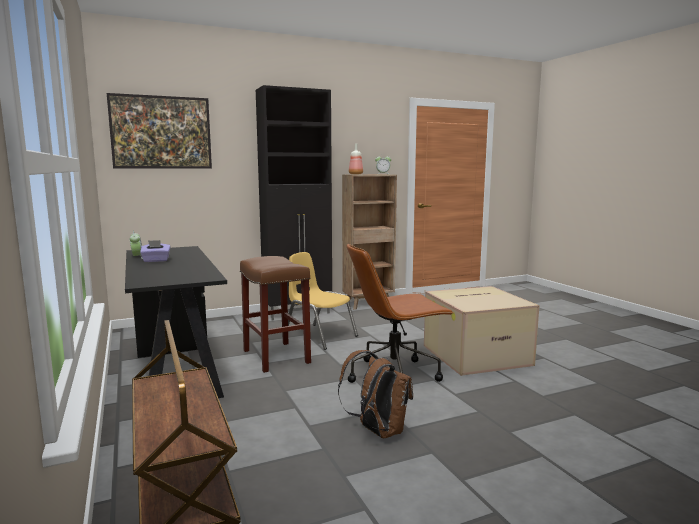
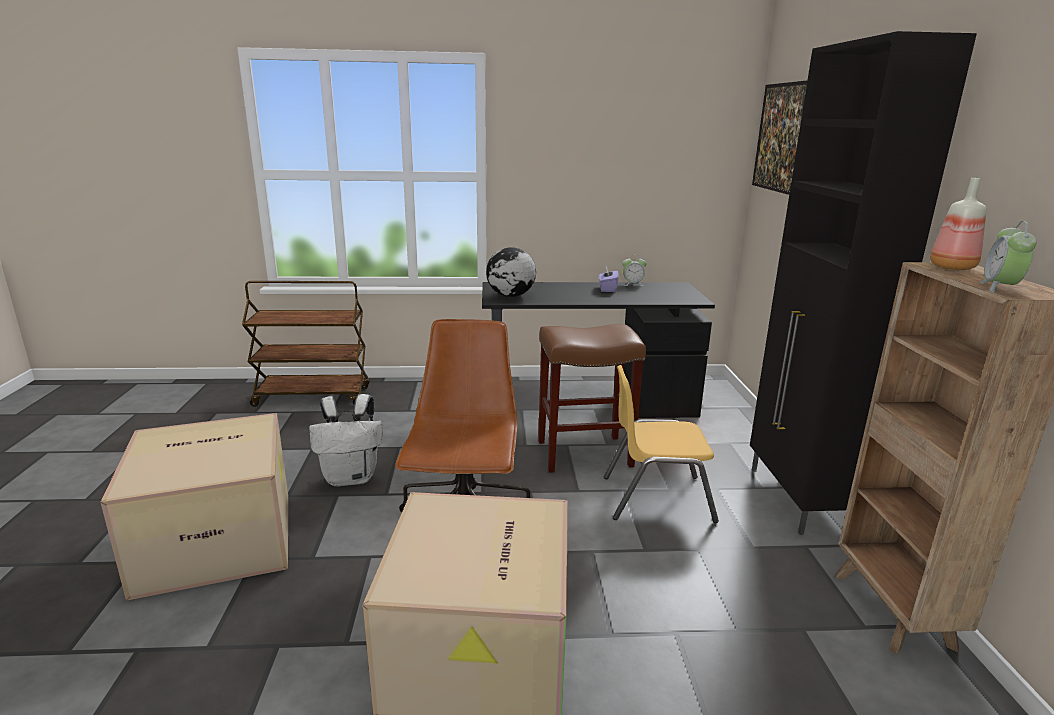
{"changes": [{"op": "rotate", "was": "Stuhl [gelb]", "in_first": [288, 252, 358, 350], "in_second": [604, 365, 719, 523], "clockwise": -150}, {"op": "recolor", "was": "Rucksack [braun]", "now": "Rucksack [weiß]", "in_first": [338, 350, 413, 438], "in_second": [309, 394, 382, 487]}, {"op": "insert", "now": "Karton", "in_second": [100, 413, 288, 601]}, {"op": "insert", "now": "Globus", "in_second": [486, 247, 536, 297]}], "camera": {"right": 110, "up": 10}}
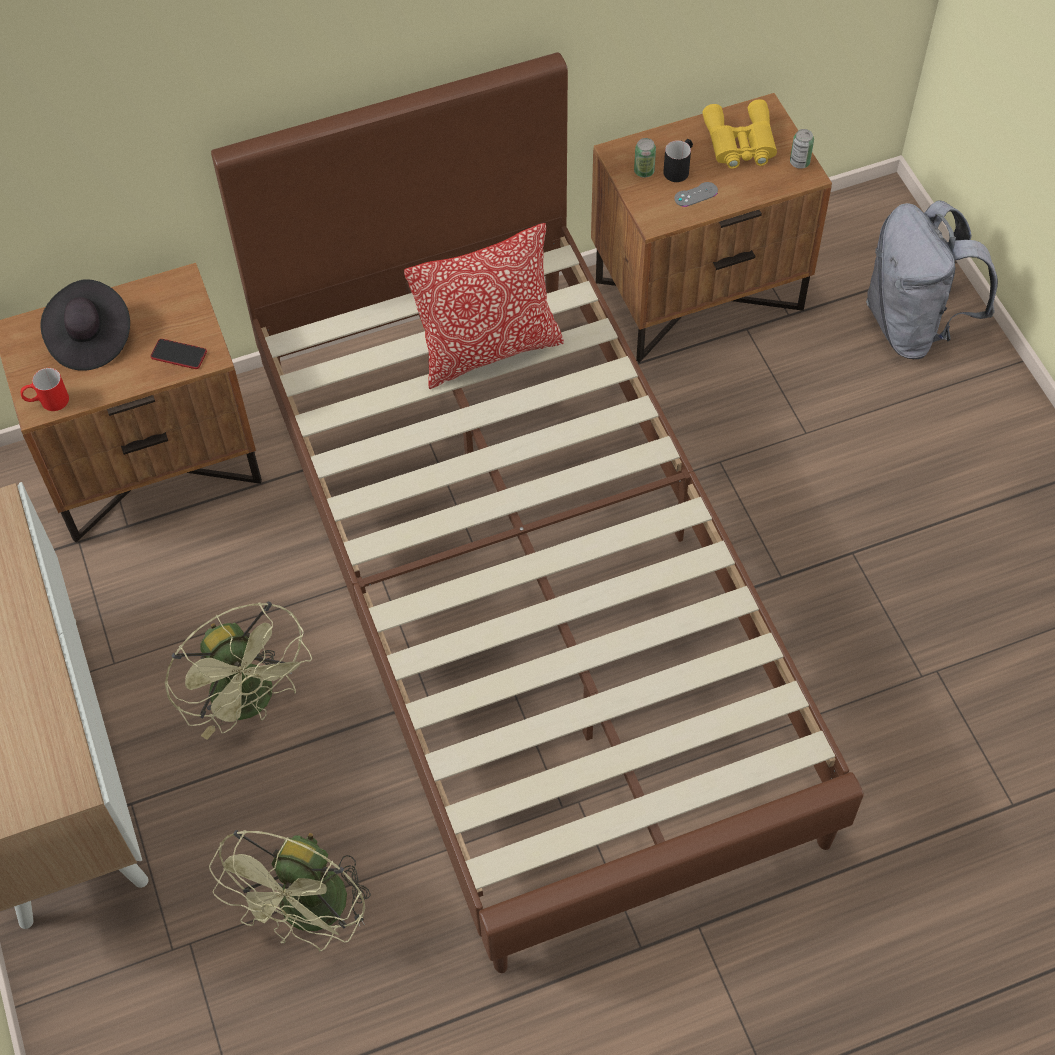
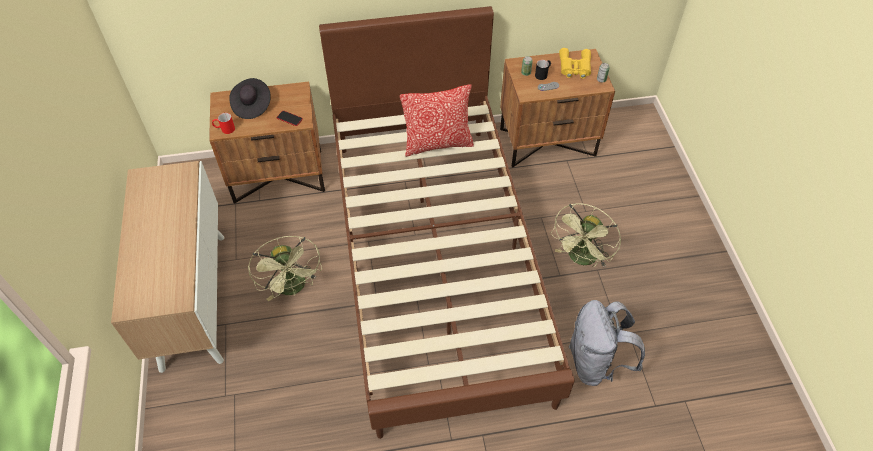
{"changes": [{"op": "move", "was": "Ventilator [grün]", "in_first": [209, 830, 371, 951], "in_second": [551, 203, 621, 268]}, {"op": "move", "was": "Rucksack [grau]", "in_first": [866, 201, 998, 359], "in_second": [569, 300, 645, 386]}], "camera": {"right": 10, "up": -5}}
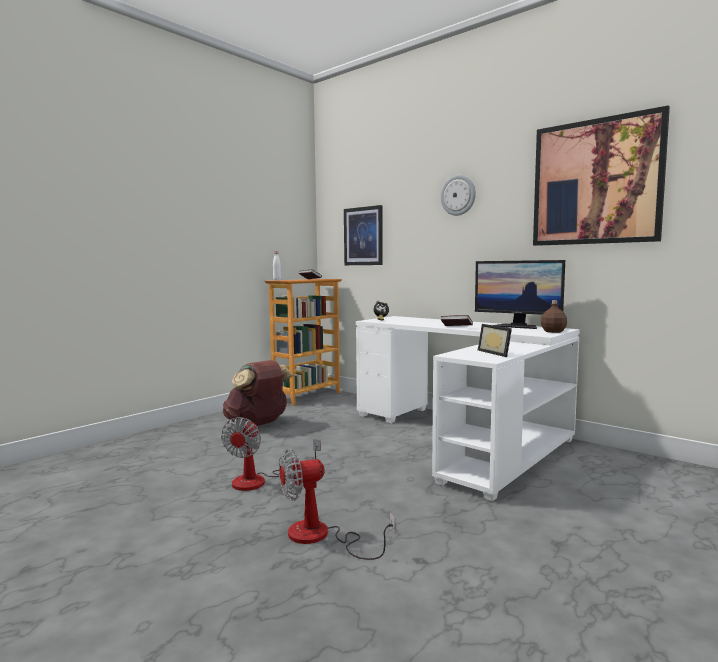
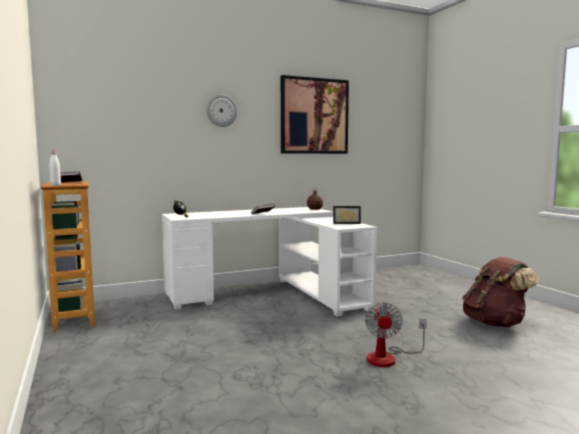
{"changes": [{"op": "delete", "was": "Ventilator", "in_first": [221, 417, 321, 491]}, {"op": "move", "was": "Rucksack [braun]", "in_first": [223, 360, 293, 426], "in_second": [462, 257, 539, 327]}, {"op": "delete", "was": "Bild", "in_first": [344, 205, 383, 265]}, {"op": "delete", "was": "Monitor", "in_first": [475, 260, 565, 329]}], "camera": {"right": -65, "up": 0}}
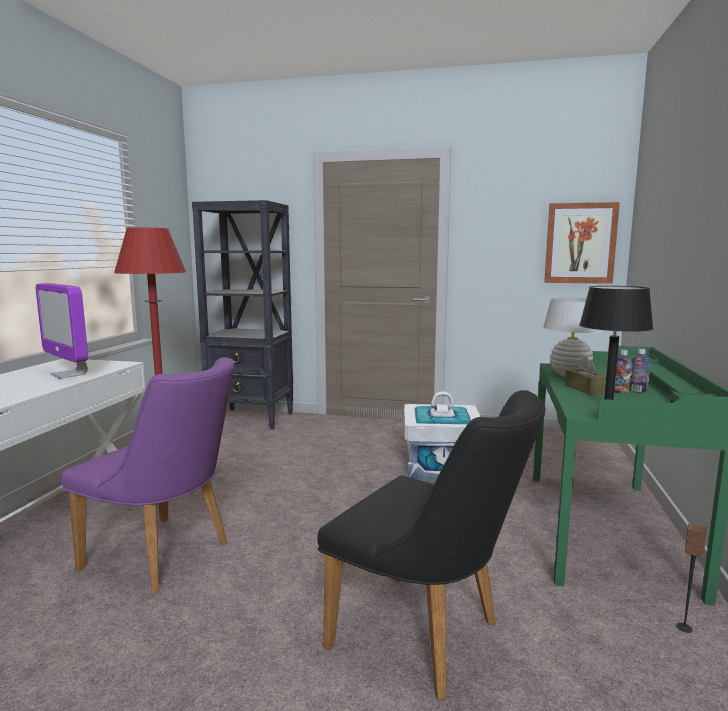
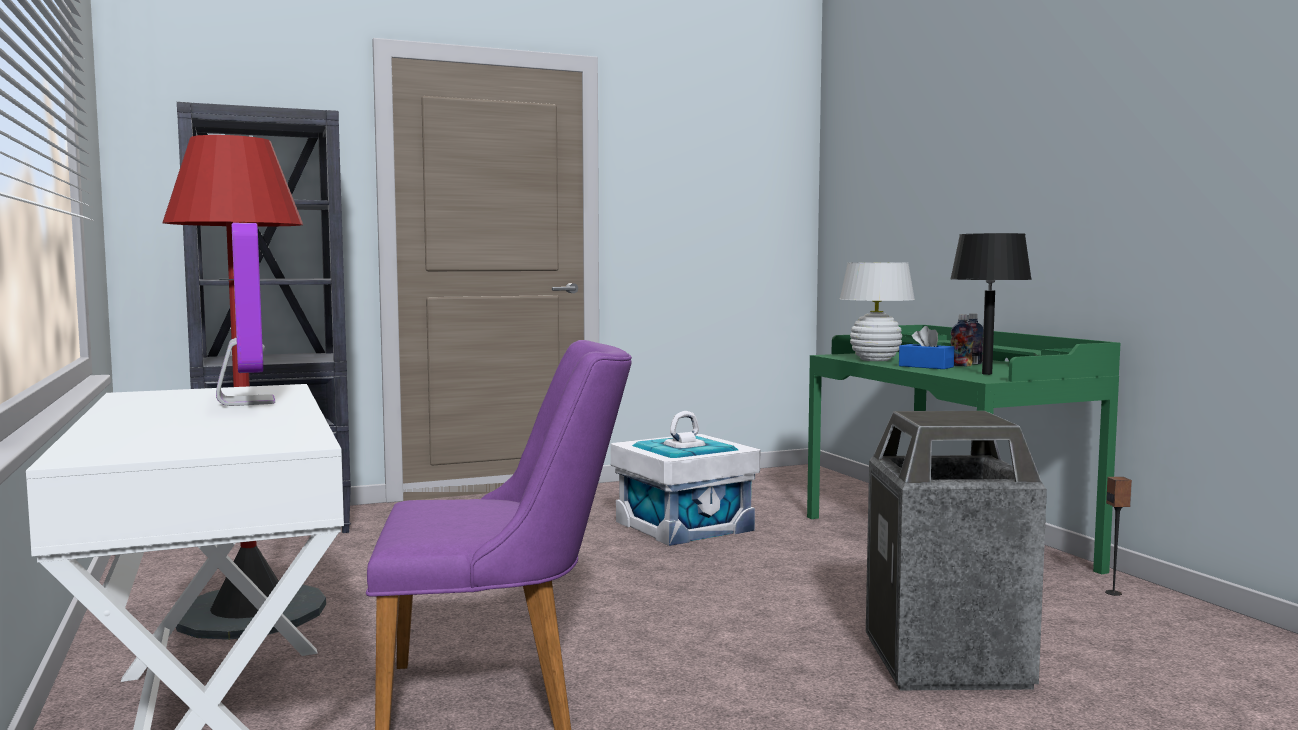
{"changes": [{"op": "rotate", "was": "Monitor", "in_first": [36, 283, 88, 378], "in_second": [216, 223, 275, 406], "clockwise": -120}, {"op": "replace", "was": "Stuhl [schwarz]", "now": "Mülleimer", "in_first": [318, 390, 545, 700], "in_second": [866, 411, 1047, 690]}, {"op": "delete", "was": "Bild", "in_first": [544, 202, 620, 284]}, {"op": "recolor", "was": "Taschentuchbox [braun]", "now": "Taschentuchbox [blau]", "in_first": [565, 357, 606, 395], "in_second": [899, 326, 954, 369]}], "camera": {"right": -35, "up": -5}}
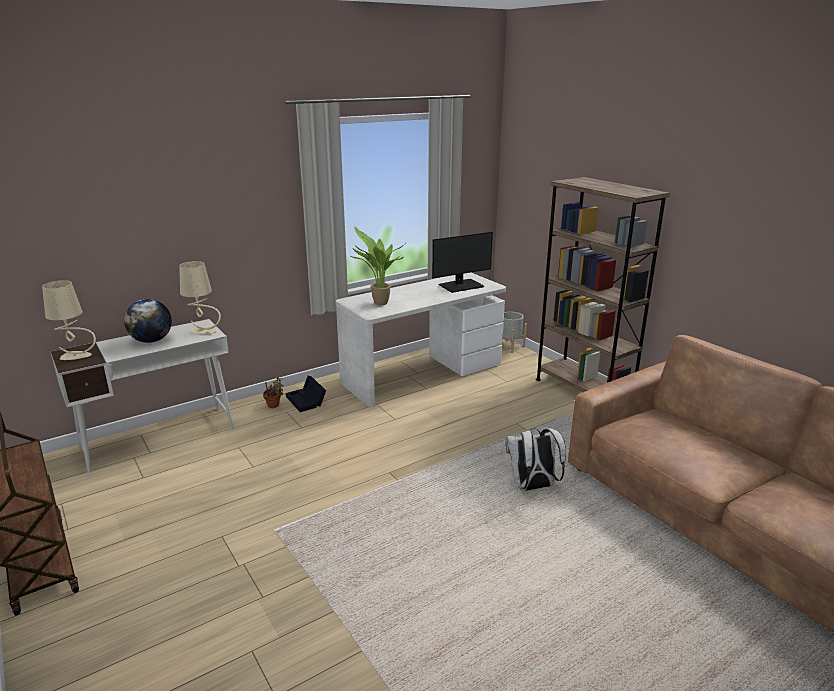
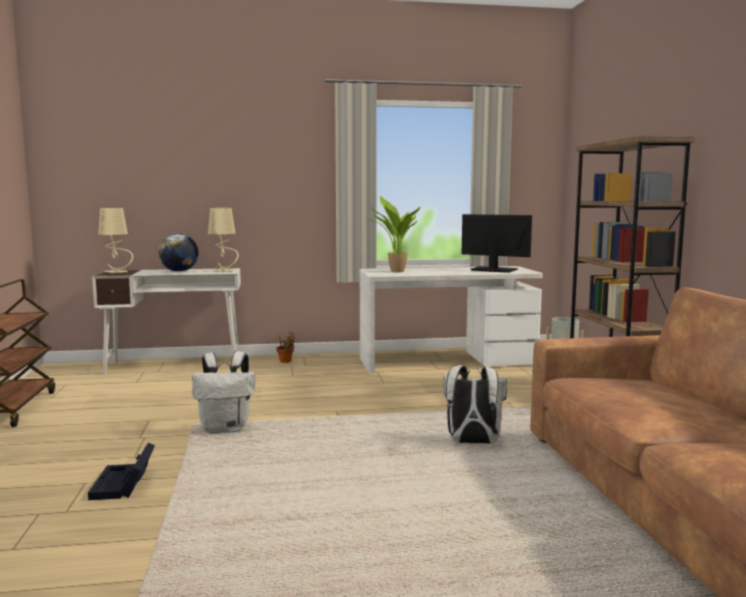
{"changes": [{"op": "move", "was": "Aufbewahrungsbox [schwarz]", "in_first": [286, 376, 326, 412], "in_second": [88, 443, 155, 500]}, {"op": "rotate", "was": "Monitor", "in_first": [432, 232, 493, 293], "in_second": [462, 214, 532, 273], "clockwise": -150}, {"op": "insert", "now": "Rucksack [weiß]", "in_second": [192, 351, 255, 433]}], "camera": {"right": 25, "up": -15}}
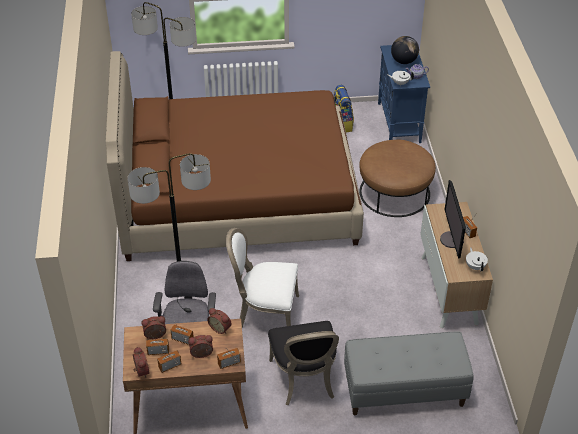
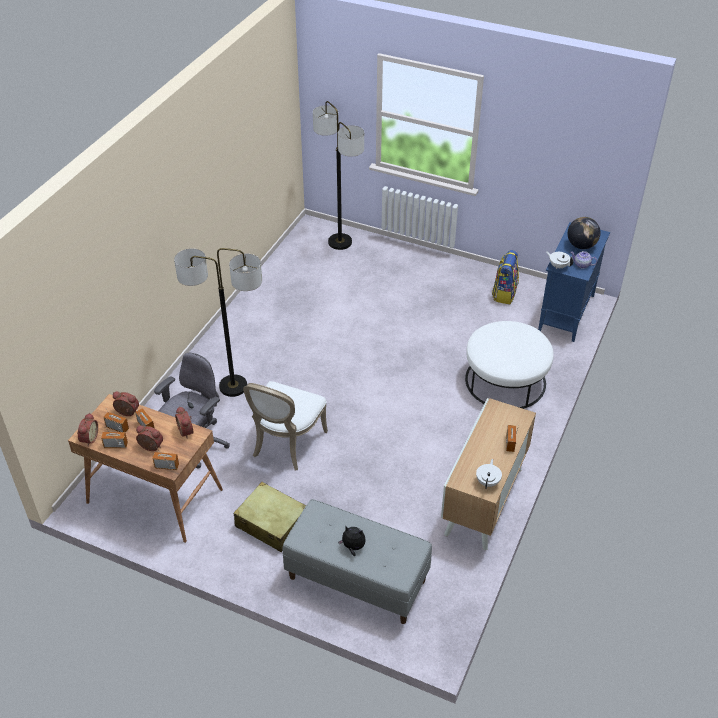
{"changes": [{"op": "delete", "was": "Bett [braun]", "in_first": [105, 51, 364, 261]}, {"op": "rotate", "was": "Stuhl [weiß]", "in_first": [226, 228, 299, 328], "in_second": [243, 381, 328, 470], "clockwise": -105}, {"op": "replace", "was": "Stuhl [schwarz]", "now": "Koffer [beige]", "in_first": [268, 321, 339, 405], "in_second": [234, 482, 306, 552]}, {"op": "recolor", "was": "Polsterhocker [braun]", "now": "Polsterhocker [weiß]", "in_first": [359, 140, 436, 217], "in_second": [465, 321, 554, 409]}, {"op": "delete", "was": "Monitor", "in_first": [440, 180, 466, 259]}, {"op": "insert", "now": "Plüschtier", "in_second": [338, 525, 366, 556]}], "camera": {"right": 30, "up": 0}}
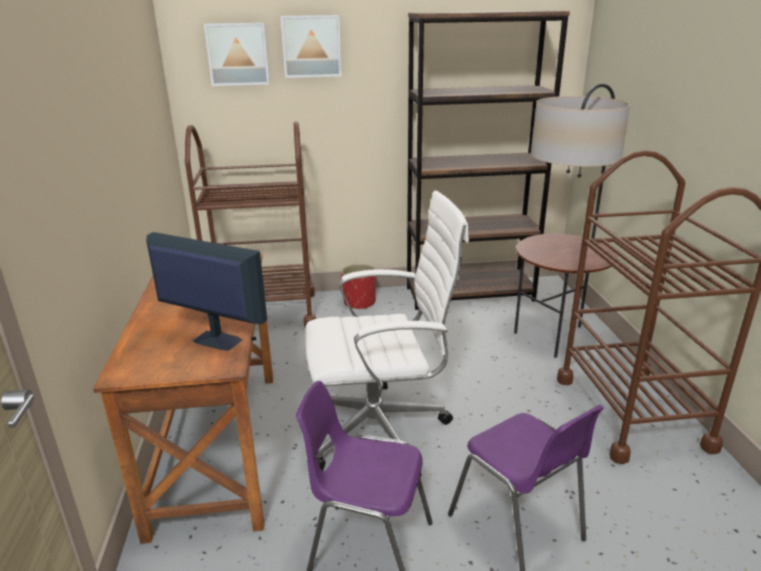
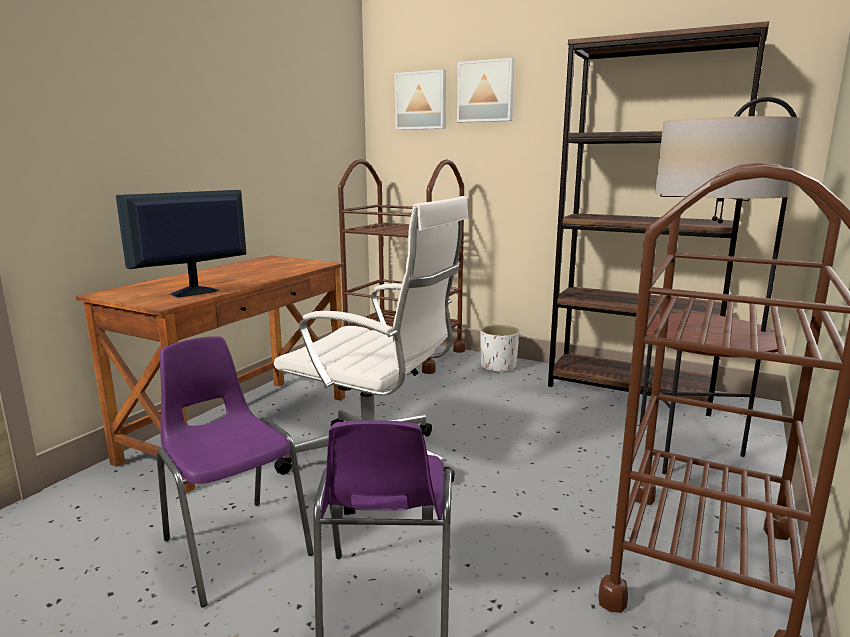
{"changes": [{"op": "rotate", "was": "Monitor", "in_first": [146, 232, 267, 351], "in_second": [116, 190, 246, 297], "clockwise": -105}, {"op": "recolor", "was": "Pflanzkübel [rot]", "now": "Pflanzkübel [weiß]", "in_first": [341, 264, 376, 309], "in_second": [480, 325, 519, 373]}], "camera": {"right": 35, "up": -10}}
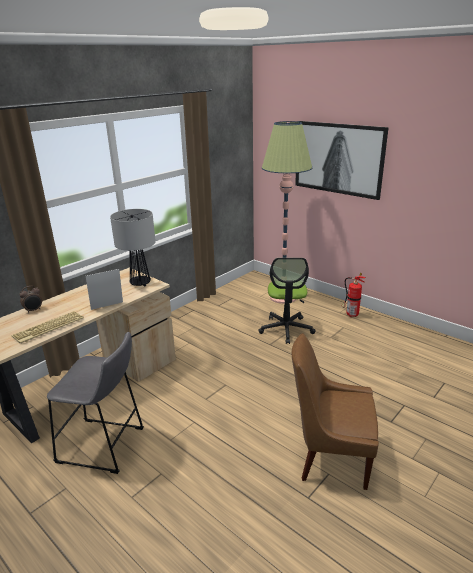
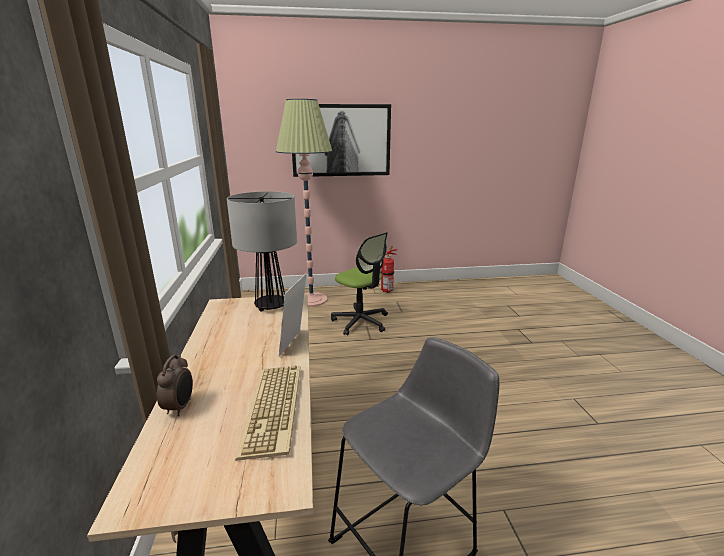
{"changes": [{"op": "delete", "was": "Stuhl [braun]", "in_first": [292, 333, 379, 490]}], "camera": {"right": -50, "up": -5}}
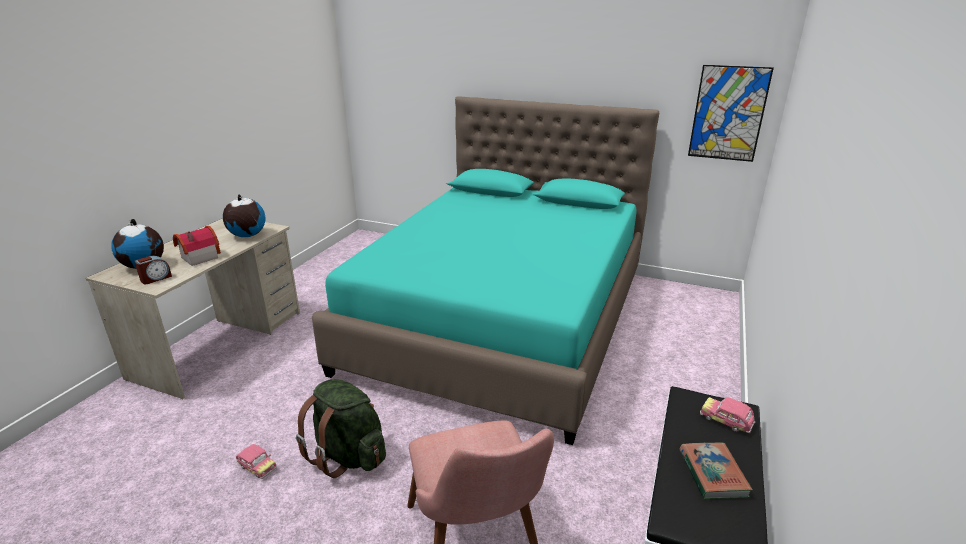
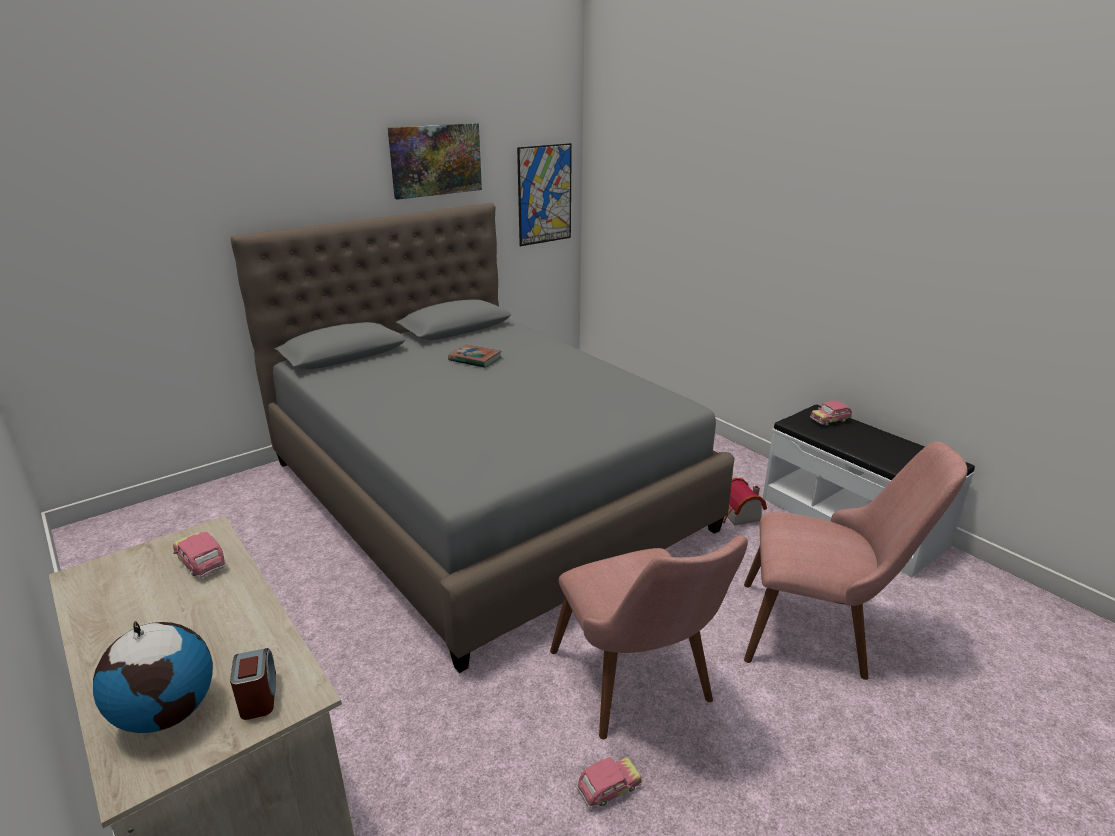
{"changes": [{"op": "move", "was": "Spielzeughaus", "in_first": [173, 226, 221, 266], "in_second": [723, 478, 767, 526]}, {"op": "replace", "was": "Globus", "now": "Spielzeugauto", "in_first": [223, 194, 265, 237], "in_second": [173, 532, 226, 578]}, {"op": "replace", "was": "Rucksack [grün]", "now": "Stuhl [rosa]", "in_first": [296, 379, 386, 478], "in_second": [550, 535, 748, 739]}, {"op": "recolor", "was": "Bett [türkis]", "now": "Bett [grau]", "in_first": [312, 96, 659, 445], "in_second": [231, 203, 734, 673]}, {"op": "move", "was": "Buch", "in_first": [680, 442, 753, 499], "in_second": [448, 345, 501, 368]}, {"op": "insert", "now": "Bild", "in_second": [388, 123, 482, 200]}], "camera": {"right": -60, "up": 0}}
